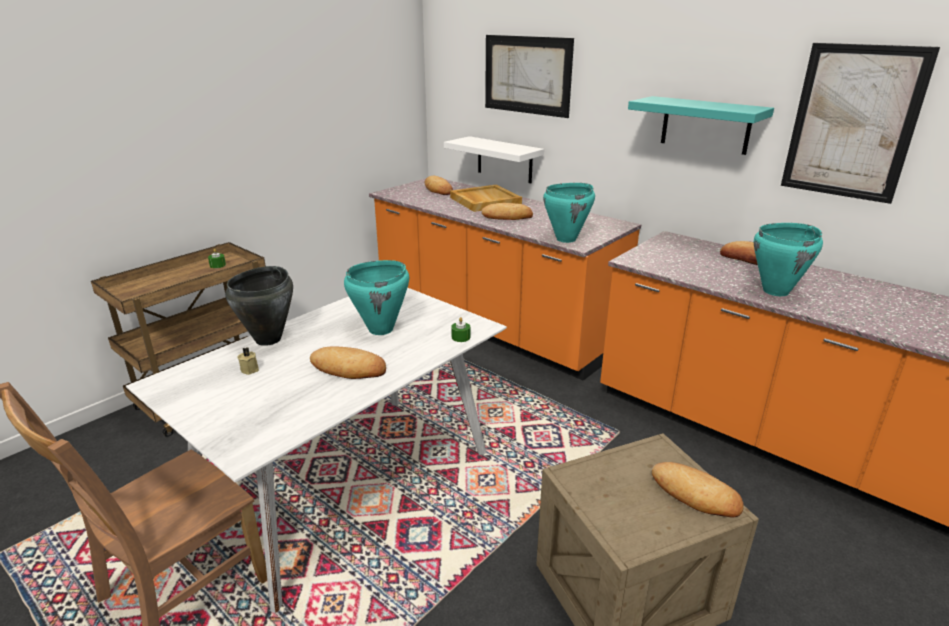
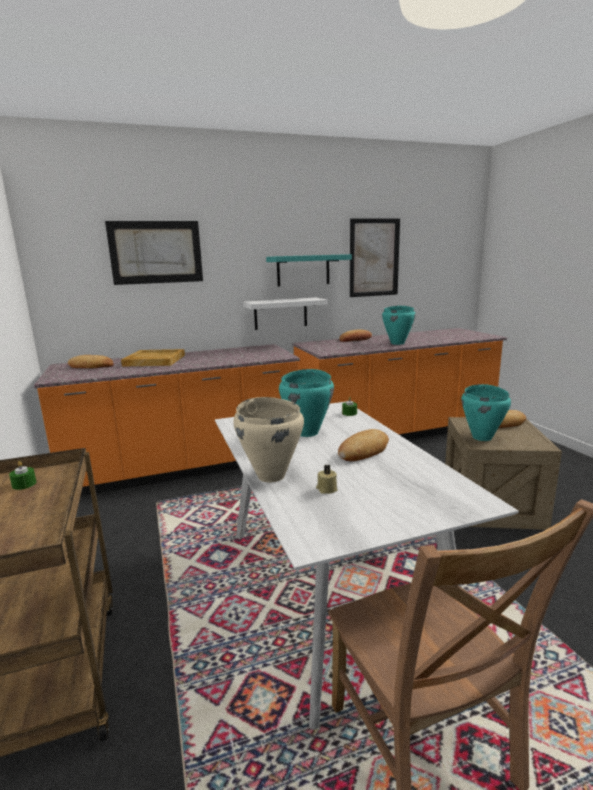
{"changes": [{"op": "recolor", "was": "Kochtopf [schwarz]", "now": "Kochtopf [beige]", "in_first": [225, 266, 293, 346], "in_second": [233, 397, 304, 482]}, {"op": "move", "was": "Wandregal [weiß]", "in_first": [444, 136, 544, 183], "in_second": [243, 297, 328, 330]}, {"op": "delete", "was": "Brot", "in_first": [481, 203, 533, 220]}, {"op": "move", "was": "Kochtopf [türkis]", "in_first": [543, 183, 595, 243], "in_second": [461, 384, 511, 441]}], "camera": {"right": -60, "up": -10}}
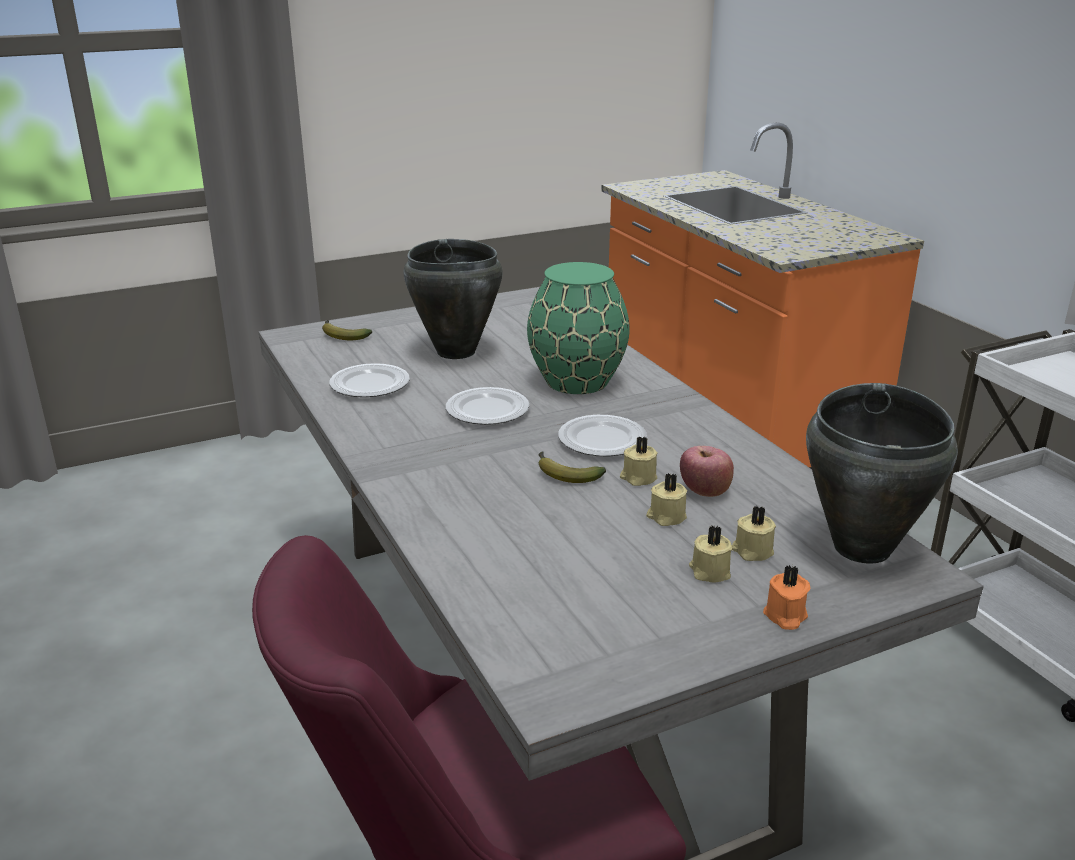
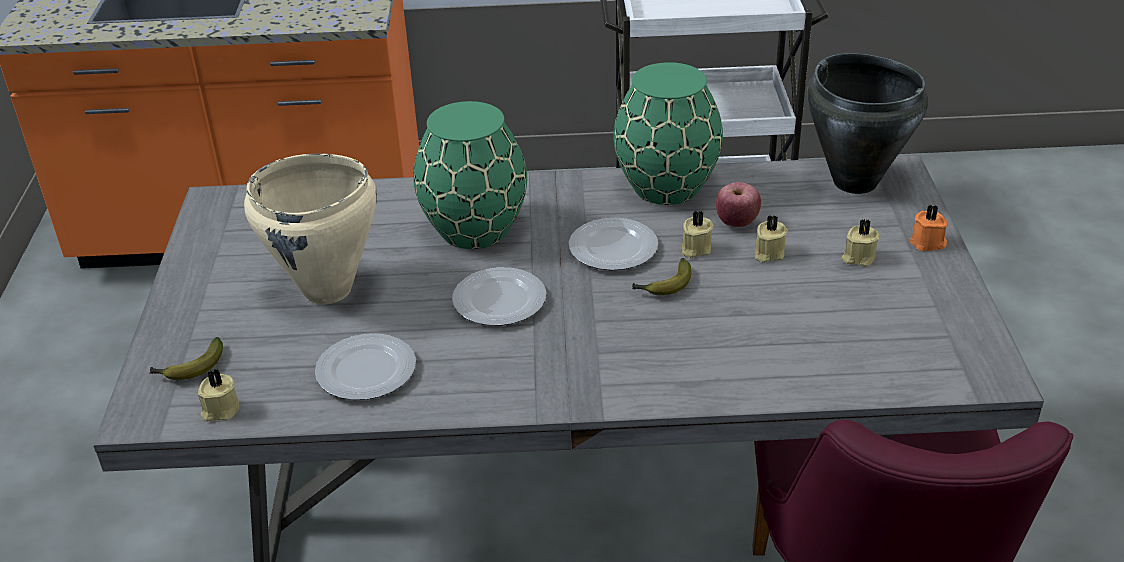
{"changes": [{"op": "recolor", "was": "Kochtopf [schwarz]", "now": "Kochtopf [beige]", "in_first": [403, 239, 503, 359], "in_second": [244, 153, 377, 304]}, {"op": "move", "was": "Kerze [beige]", "in_first": [732, 505, 776, 561], "in_second": [198, 369, 239, 422]}, {"op": "insert", "now": "Vase [grün]", "in_second": [613, 62, 723, 205]}], "camera": {"right": -65, "up": 10}}
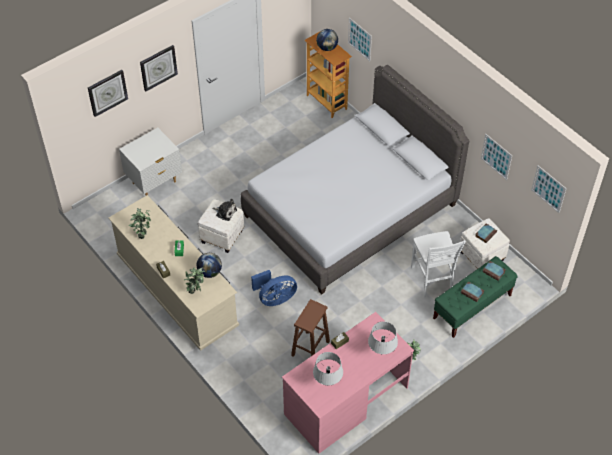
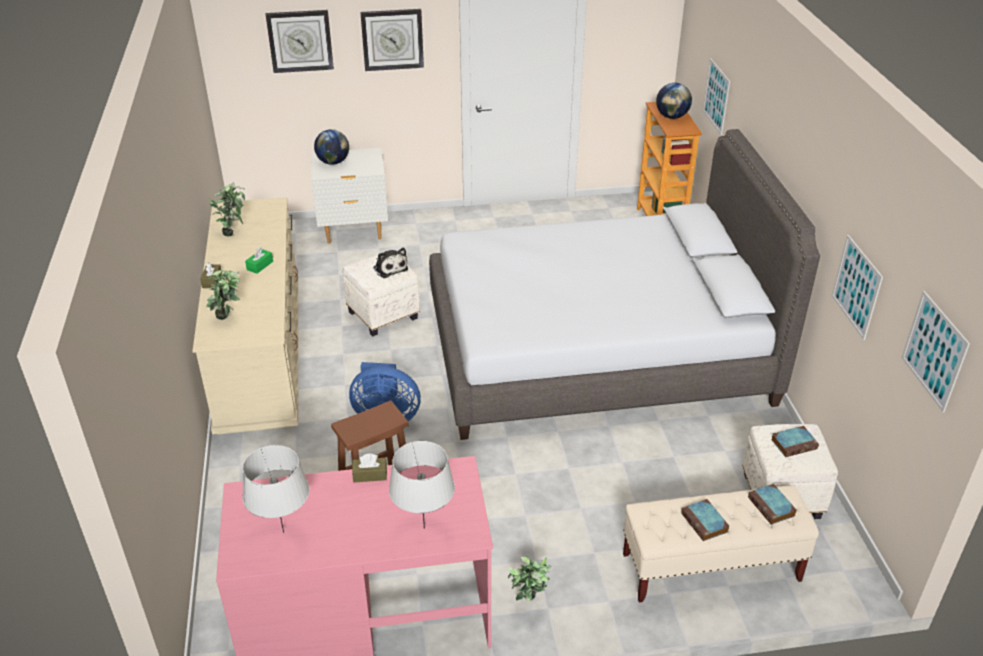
{"changes": [{"op": "move", "was": "Globus", "in_first": [197, 253, 222, 278], "in_second": [314, 129, 349, 165]}, {"op": "delete", "was": "Stuhl [weiß]", "in_first": [411, 231, 466, 297]}, {"op": "recolor", "was": "Bank [grün]", "now": "Bank [beige]", "in_first": [433, 256, 517, 338], "in_second": [623, 485, 819, 602]}], "camera": {"right": 30, "up": -15}}
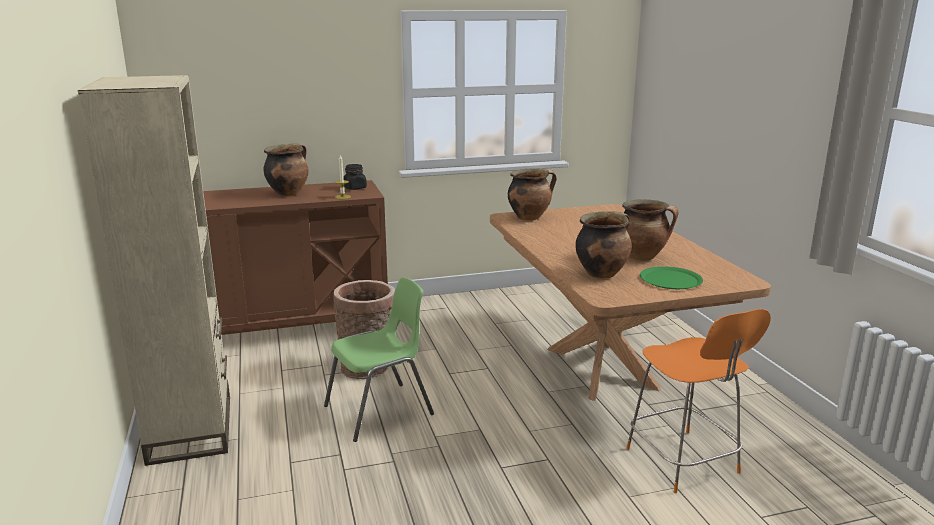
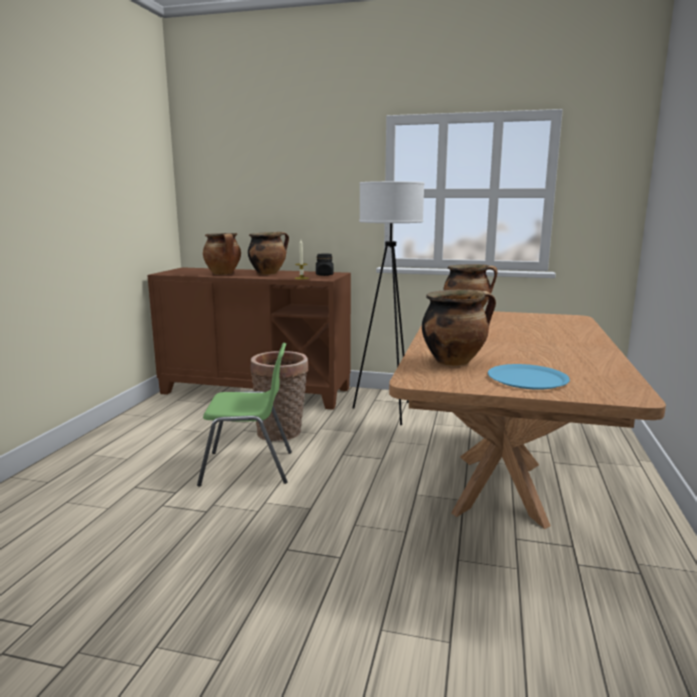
{"changes": [{"op": "delete", "was": "Bücherregal [beige]", "in_first": [78, 75, 230, 466]}, {"op": "move", "was": "Kochtopf", "in_first": [622, 200, 678, 261], "in_second": [203, 233, 241, 275]}, {"op": "delete", "was": "Stuhl [orange]", "in_first": [626, 309, 771, 493]}, {"op": "recolor", "was": "Teller [grün]", "now": "Teller [blau]", "in_first": [640, 266, 703, 289], "in_second": [488, 364, 570, 390]}, {"op": "insert", "now": "Stehlampe [weiß]", "in_second": [353, 181, 425, 425]}], "camera": {"right": 30, "up": -5}}
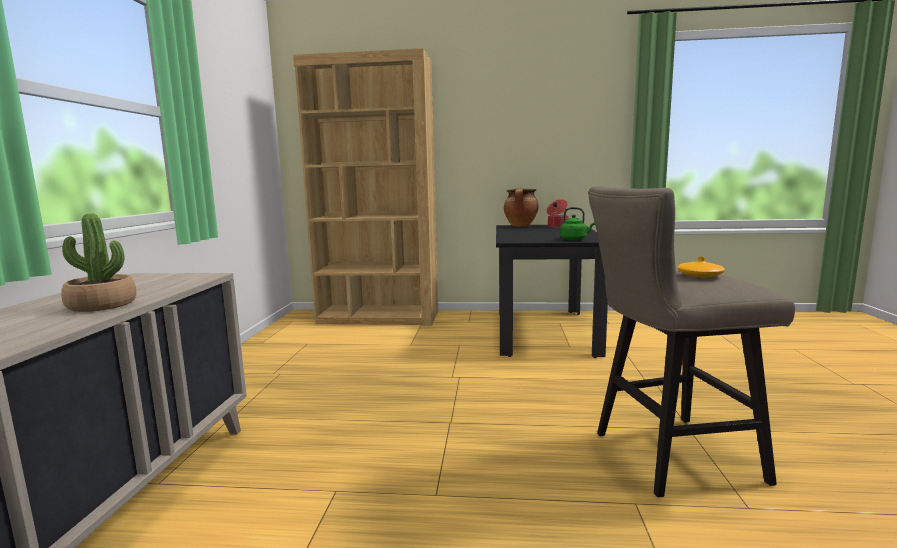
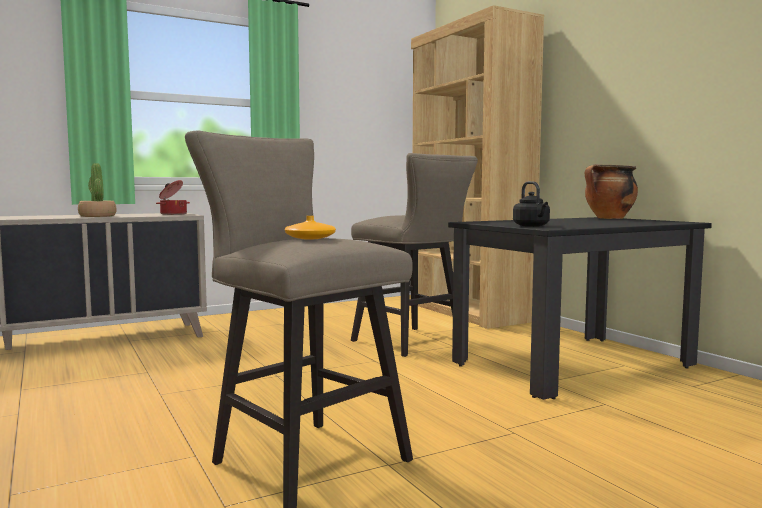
{"changes": [{"op": "move", "was": "Kochtopf", "in_first": [547, 199, 568, 228], "in_second": [156, 180, 190, 215]}, {"op": "recolor", "was": "Wasserkessel [grün]", "now": "Wasserkessel [schwarz]", "in_first": [560, 207, 595, 240], "in_second": [513, 181, 550, 227]}, {"op": "insert", "now": "Hocker [beige]", "in_second": [351, 153, 478, 357]}], "camera": {"right": 55, "up": -5}}
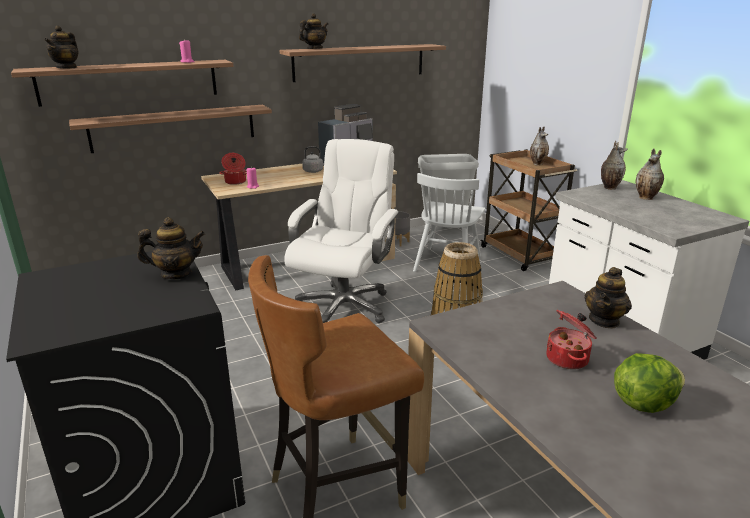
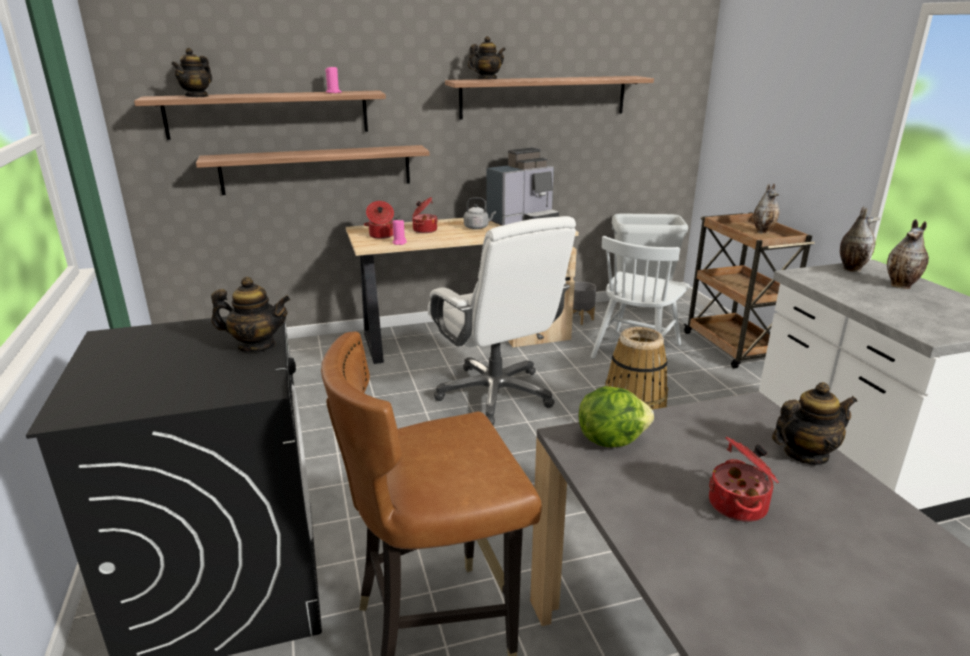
{"changes": [{"op": "rotate", "was": "Bürostuhl [weiß]", "in_first": [284, 139, 399, 323], "in_second": [428, 216, 576, 425], "clockwise": 120}, {"op": "rotate", "was": "Teekanne", "in_first": [584, 267, 632, 329], "in_second": [772, 382, 857, 465], "clockwise": -150}, {"op": "move", "was": "Salatkopf", "in_first": [614, 353, 685, 413], "in_second": [578, 386, 654, 447]}, {"op": "insert", "now": "Kochtopf", "in_second": [412, 197, 438, 233]}], "camera": {"right": 10, "up": 0}}
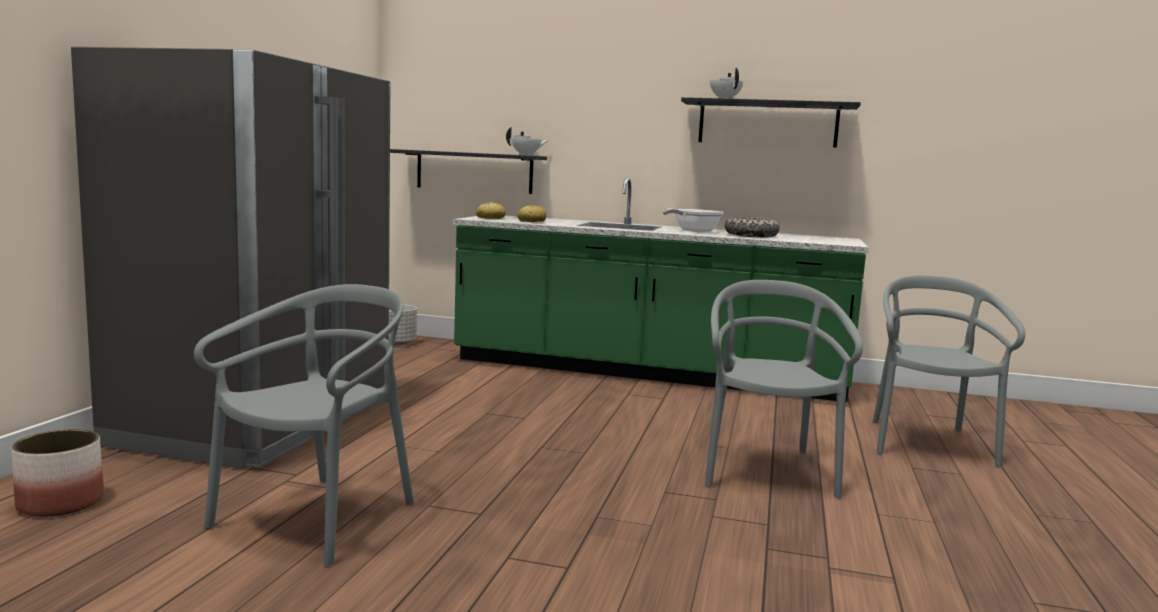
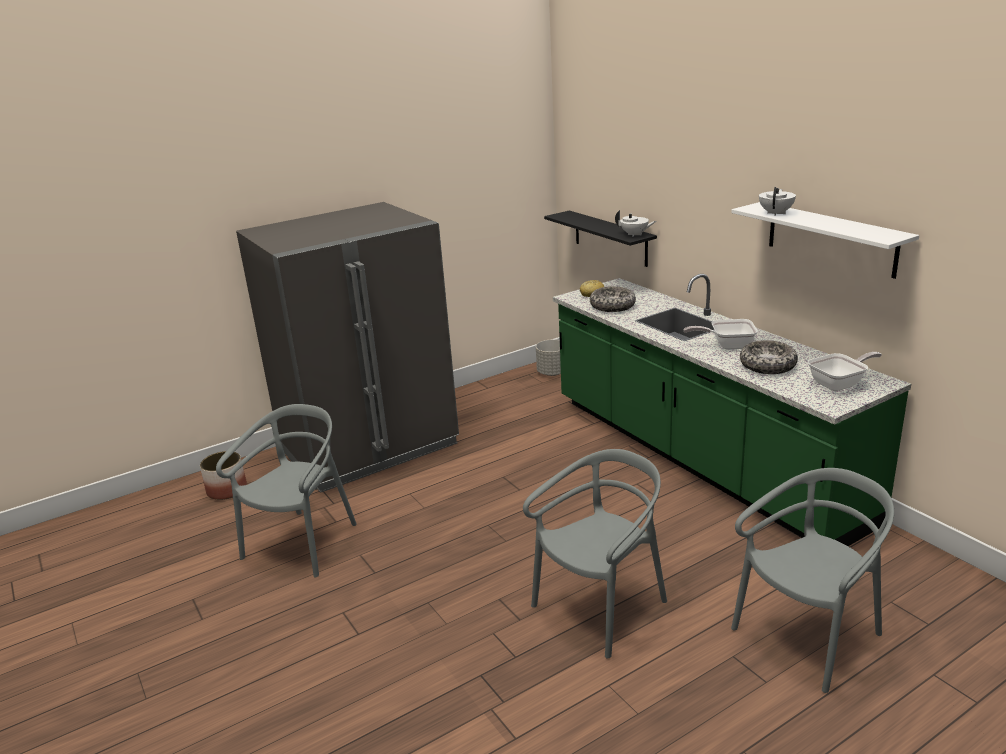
{"changes": [{"op": "rotate", "was": "Stuhl [grau]", "in_first": [194, 284, 414, 566], "in_second": [216, 404, 357, 577], "clockwise": -45}, {"op": "replace", "was": "Brot", "now": "Schüssel", "in_first": [518, 205, 546, 222], "in_second": [590, 286, 636, 312]}, {"op": "recolor", "was": "Wandregal [schwarz]", "now": "Wandregal [weiß]", "in_first": [681, 97, 861, 148], "in_second": [731, 202, 919, 279]}, {"op": "insert", "now": "Pfanne", "in_second": [808, 352, 882, 391]}], "camera": {"right": 45, "up": 15}}
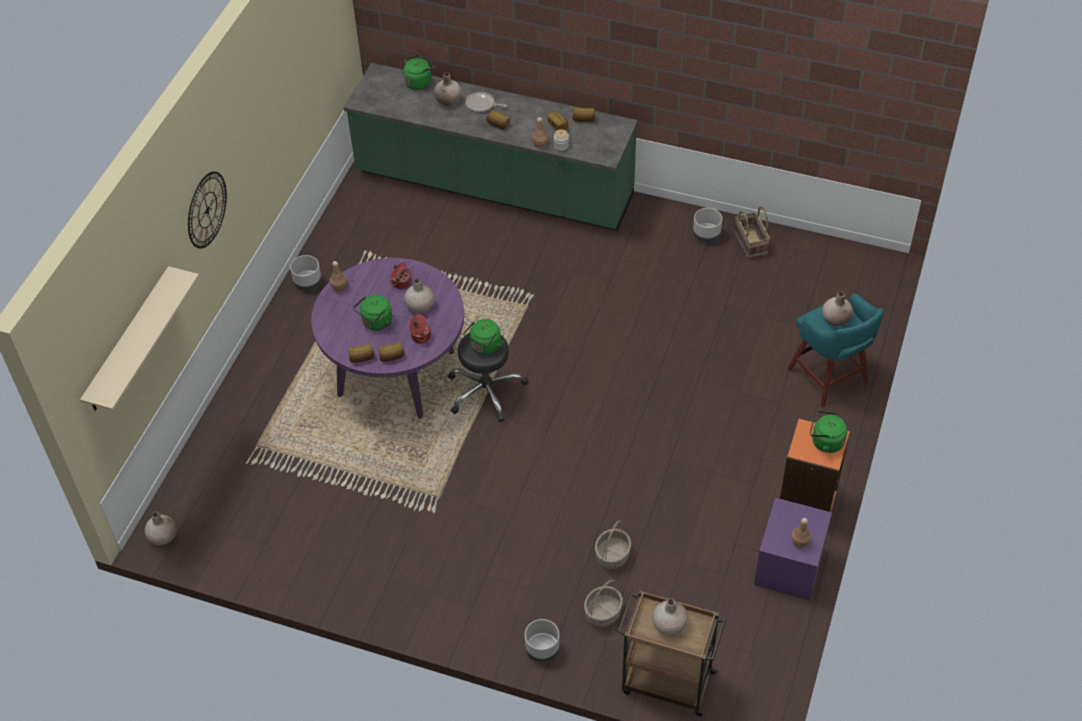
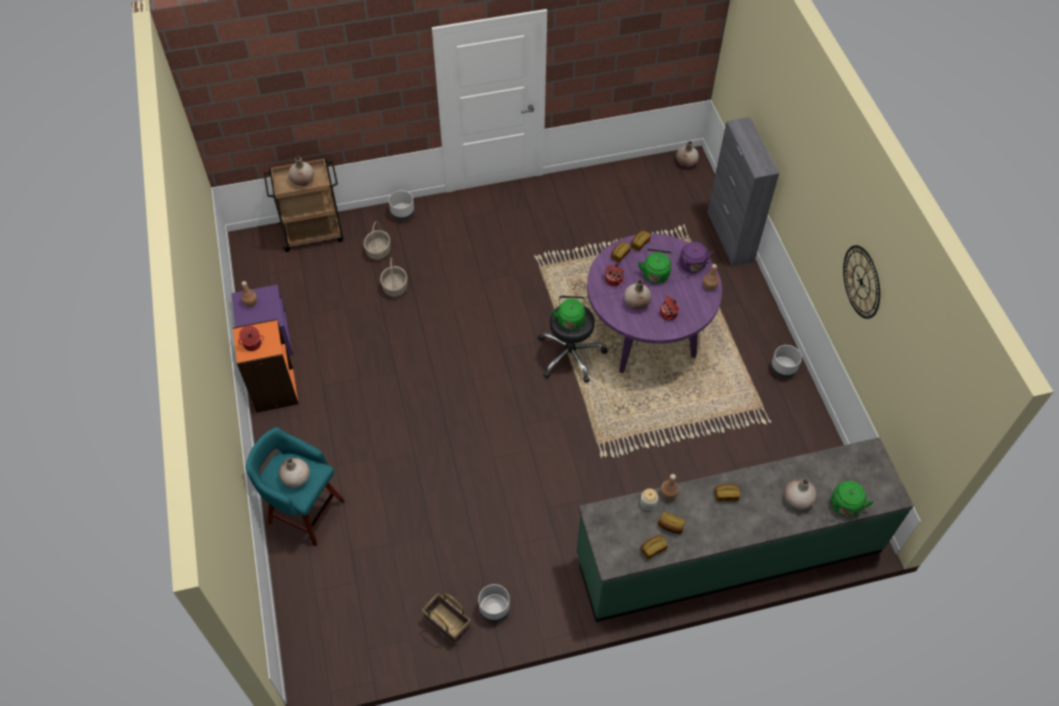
{"changes": [{"op": "delete", "was": "Wandregal [beige]", "in_first": [80, 266, 199, 411]}, {"op": "move", "was": "Wanduhr", "in_first": [188, 171, 227, 249], "in_second": [843, 245, 880, 319]}, {"op": "delete", "was": "Pfanne", "in_first": [466, 92, 507, 112]}, {"op": "replace", "was": "Wasserkessel [grün]", "now": "Kochtopf", "in_first": [810, 410, 847, 453], "in_second": [238, 326, 264, 351]}, {"op": "insert", "now": "Wasserkessel [lila]", "in_second": [679, 242, 714, 273]}, {"op": "insert", "now": "Schrank [grau]", "in_second": [707, 117, 779, 267]}], "camera": {"right": 145, "up": 5}}
